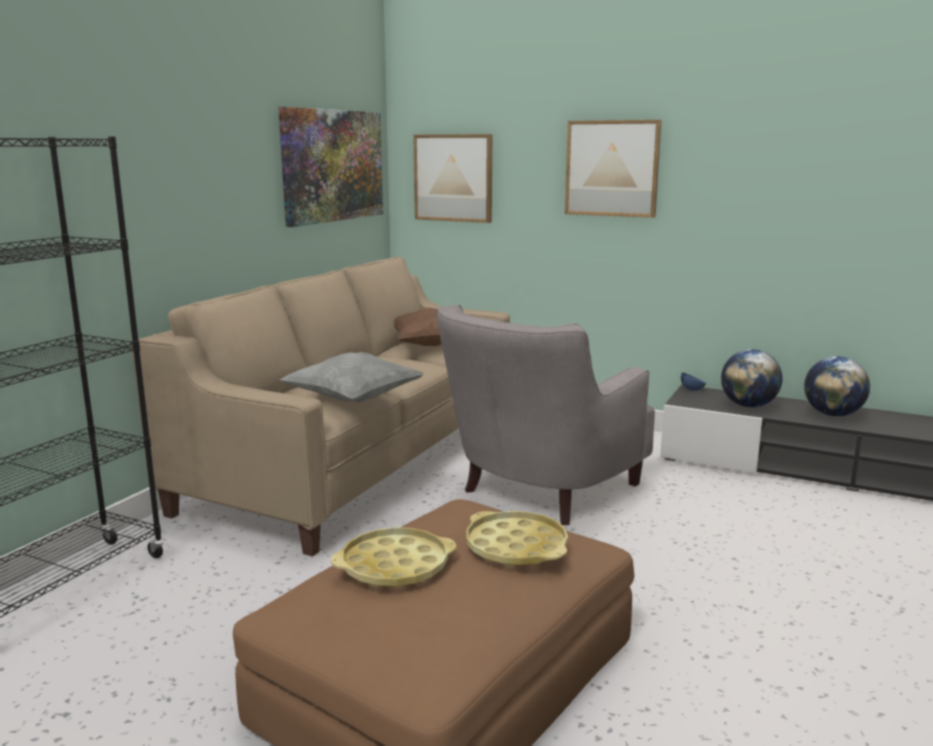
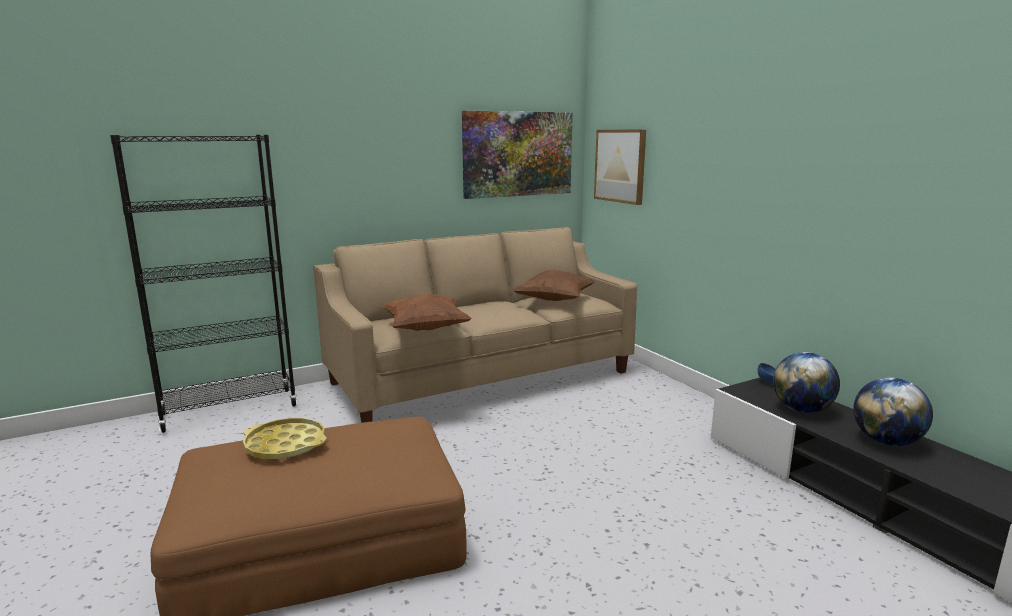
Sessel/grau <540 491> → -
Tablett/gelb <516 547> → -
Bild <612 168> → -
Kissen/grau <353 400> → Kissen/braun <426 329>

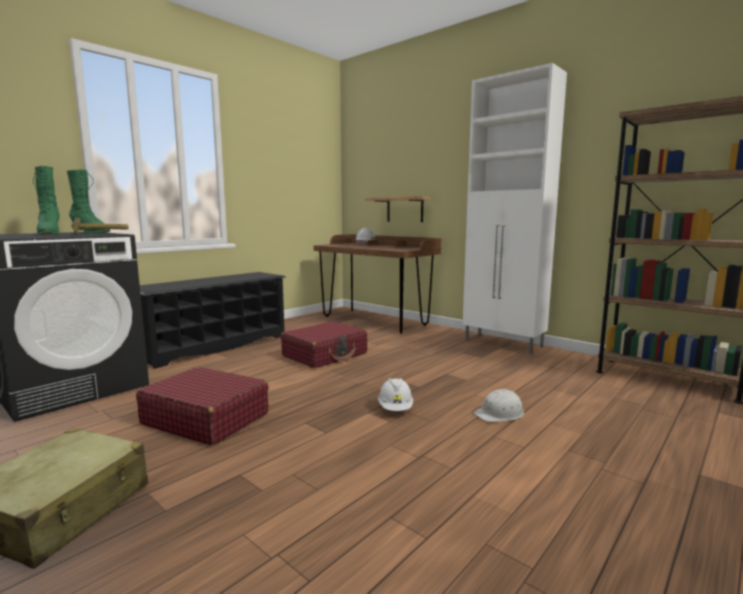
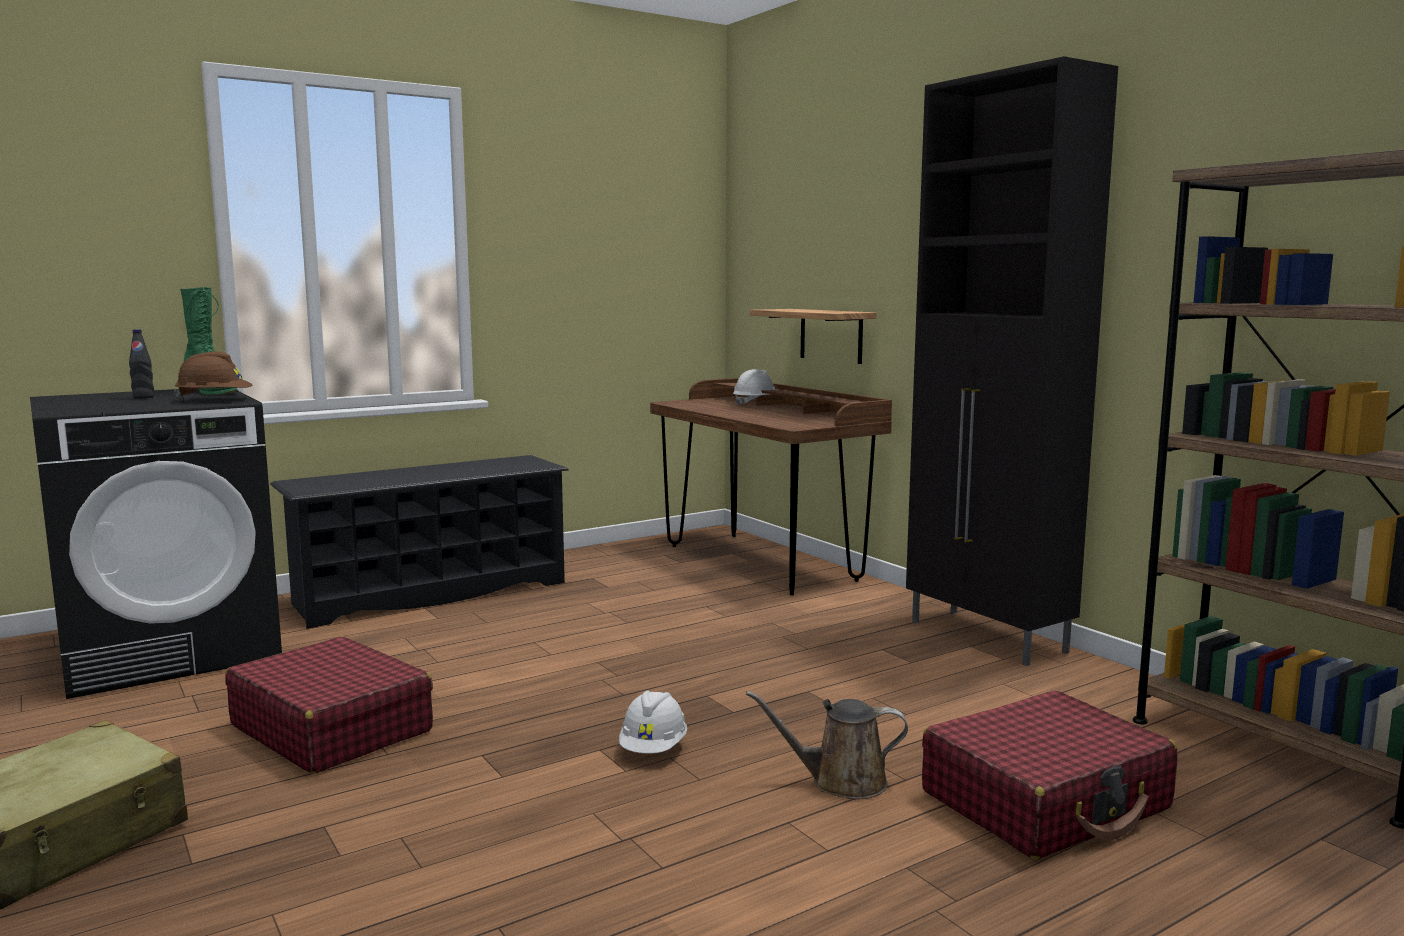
Koffer/rot <325 355> → Koffer/rot <1046 801>, shifted
Stiefel/grün <49 234> → Flasche/schwarz <143 397>
Hammer <101 234> → Schutzhelm/braun <215 400>
Schutzhelm/weiß <500 413> → Gießkanne/braun <840 782>
Schrank/weiß <503 344> → Schrank/schwarz <988 637>

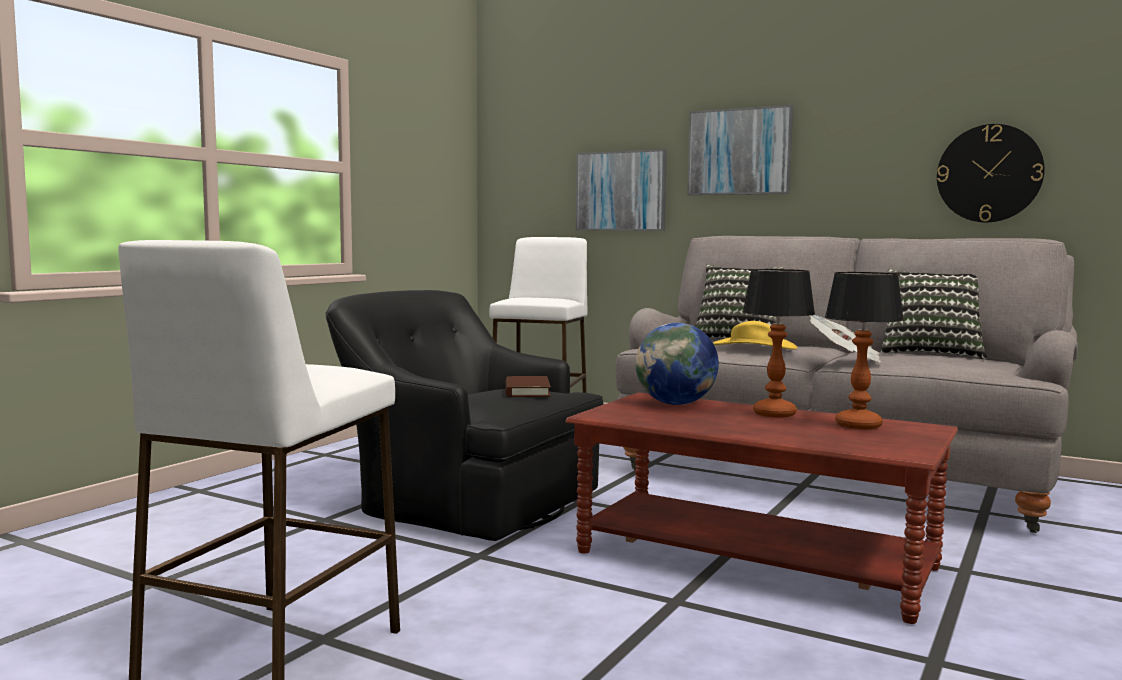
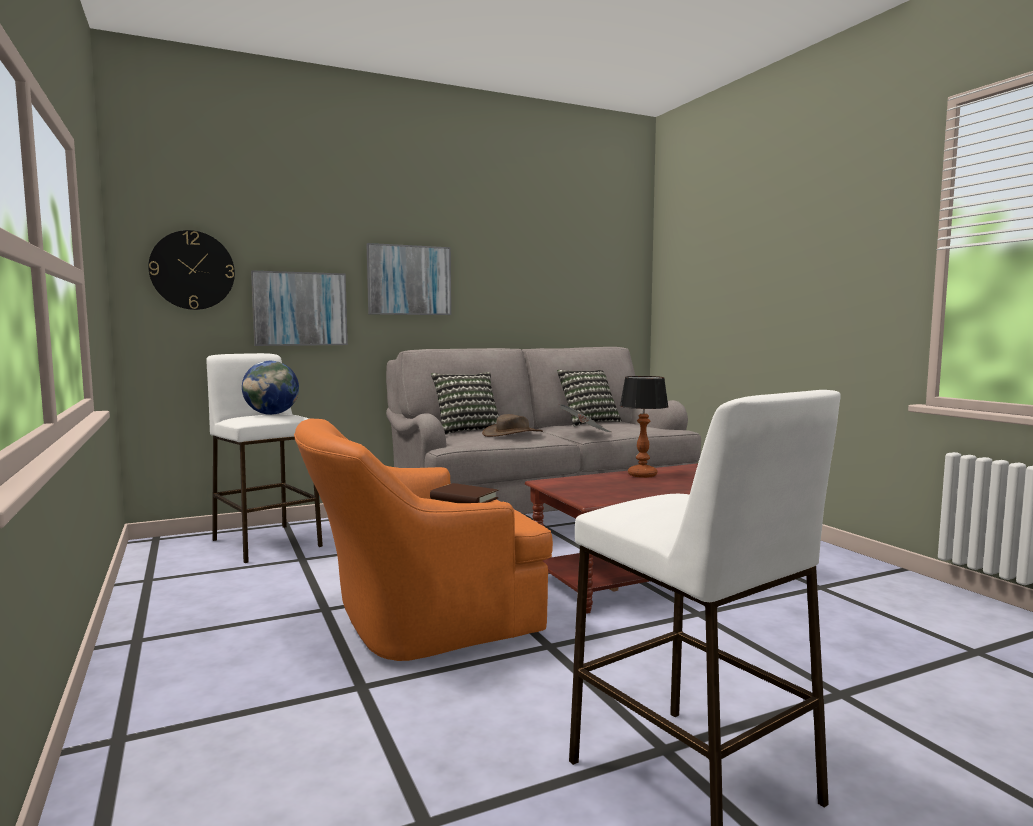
Tischlampe <857 425> → -
Globus <676 404> → Globus <272 414>, shifted
Wanduhr <989 173> → Wanduhr <192 270>, shifted
Sessel/schwarz <464 503> → Sessel/orange <418 619>
Hut/gelb <753 347> → Hut/braun <512 434>

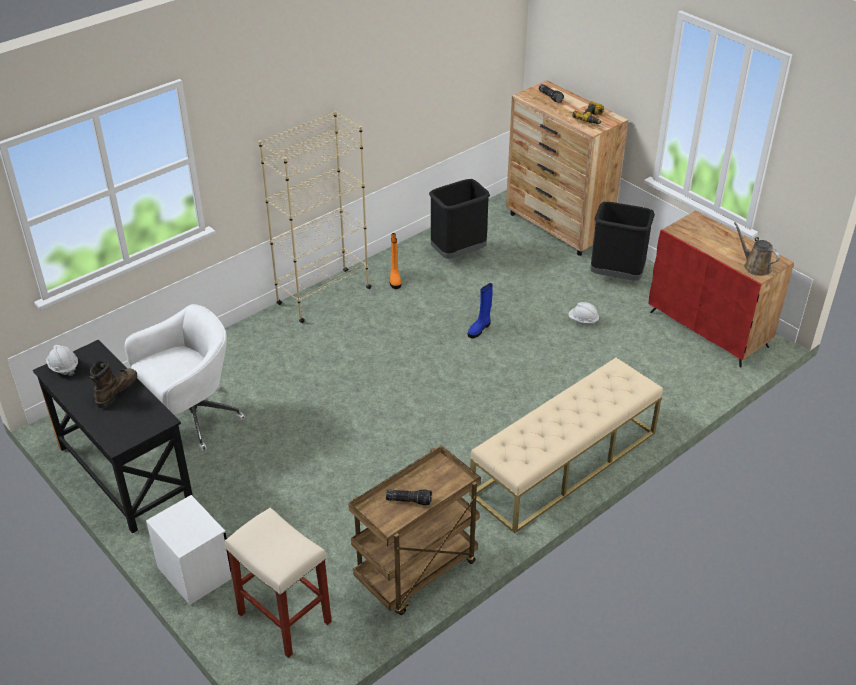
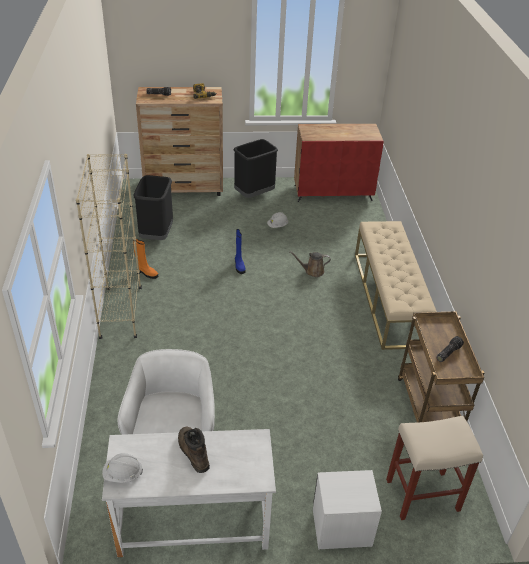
Gießkanne/braun <755 266> → Gießkanne/braun <312 271>, shifted
Schreibtisch/schwarz <124 473> → Schreibtisch/weiß <193 523>

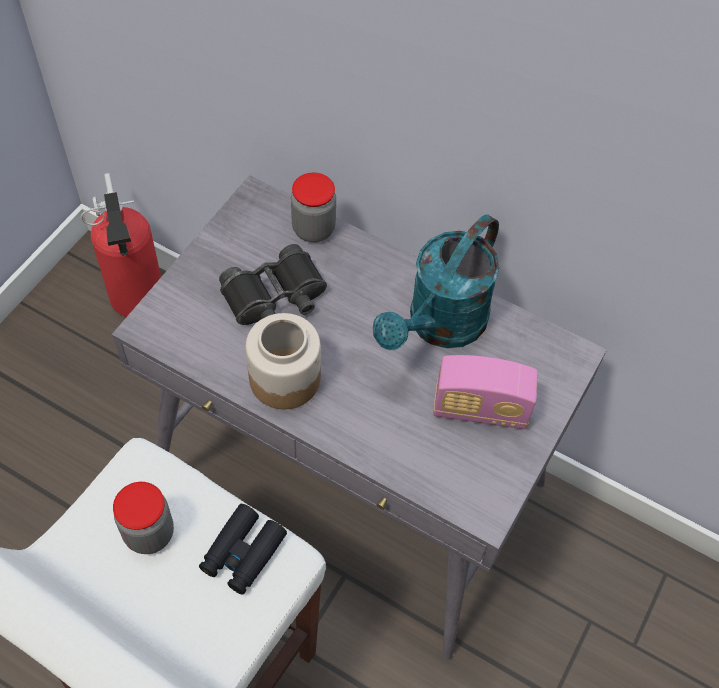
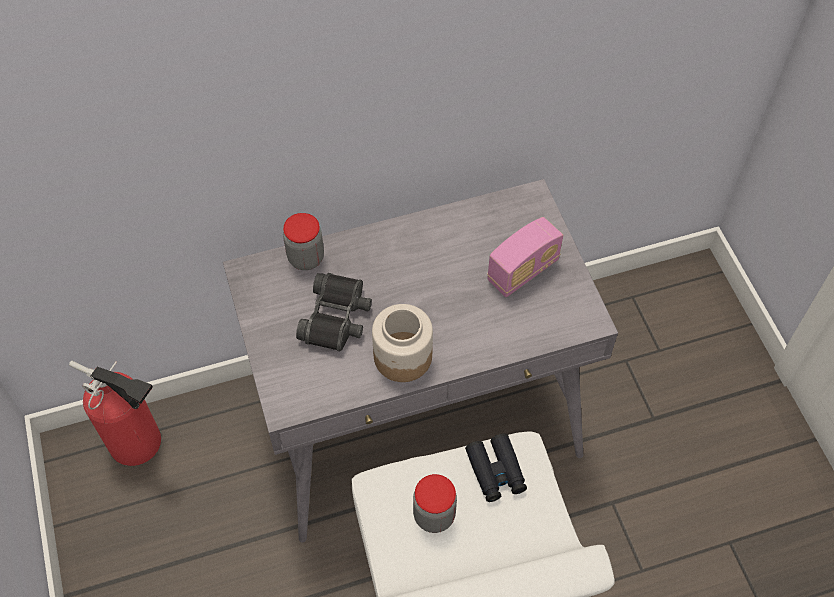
Gießkanne/türkis <439 326> → -

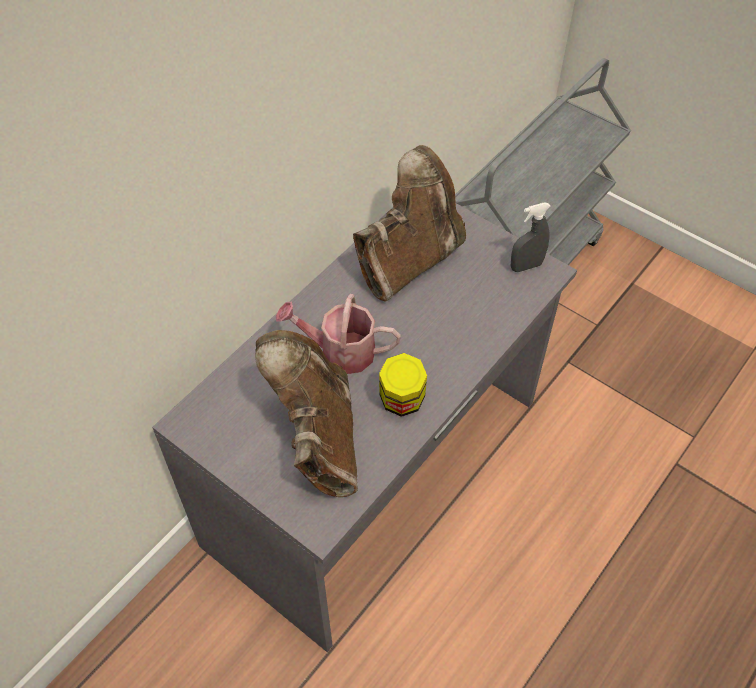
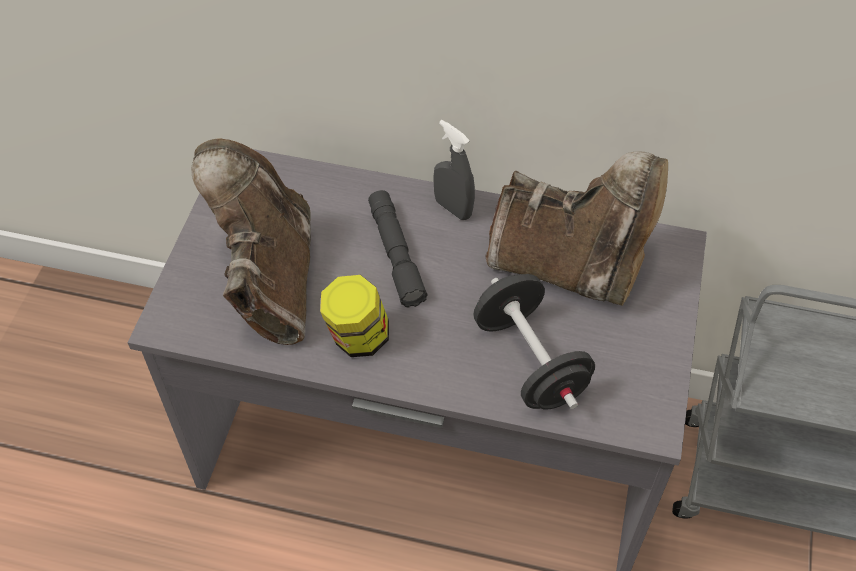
- → Hantel/schwarz <529 361>
Sprühflasche/grau <526 266> → Sprühflasche/grau <453 208>, shifted
Gießkanne <340 351> → Taschenlampe/grau <396 254>
Stiefel/braun <318 440> → Stiefel/braun <269 281>, 60 degrees counterclockwise

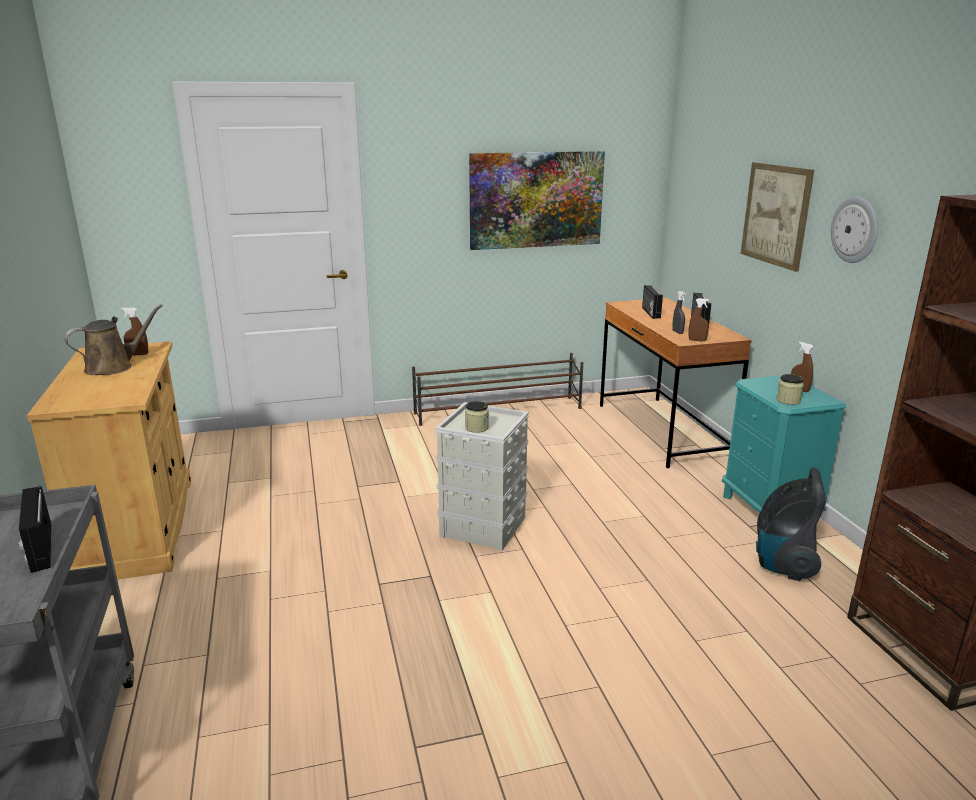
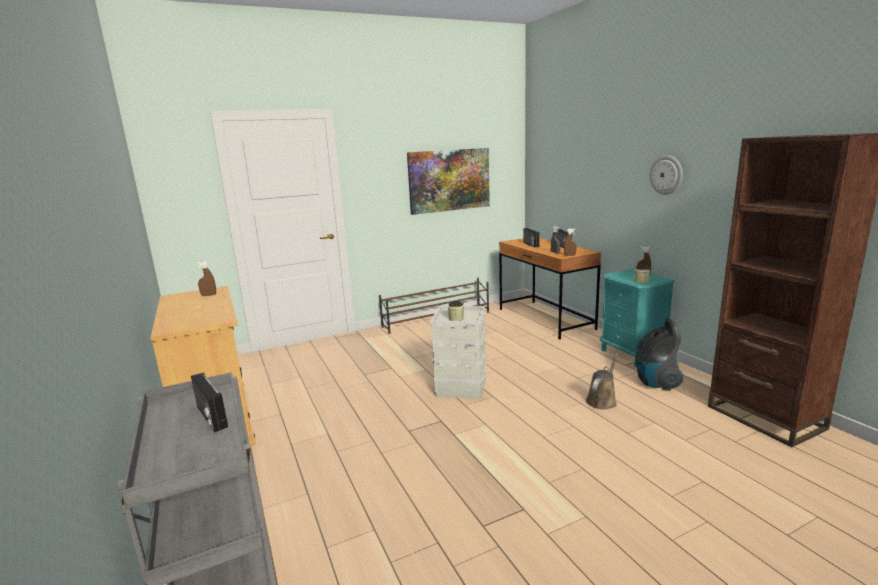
Bild <776 215> → -
Gießkanne/braun <113 367> → Gießkanne/braun <602 400>, shifted

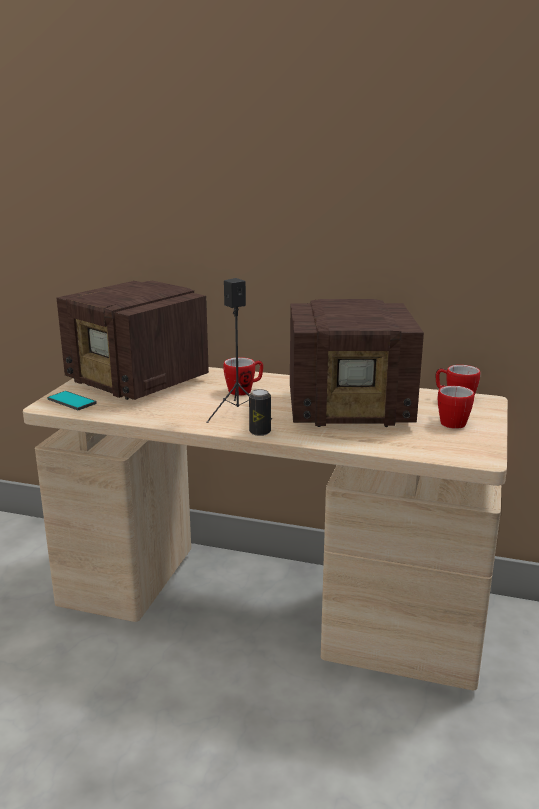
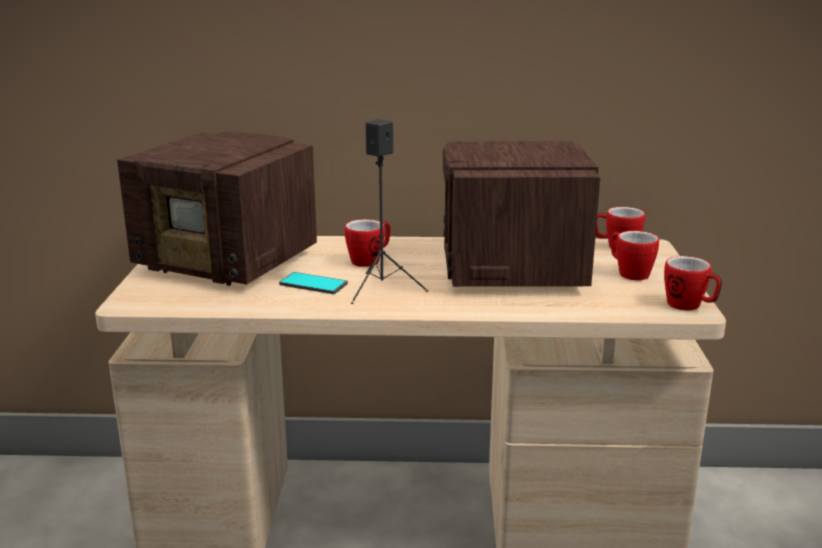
Dose <260 432> → -
- → Henkelbecher <690 306>
Handy <72 401> → Handy <313 284>, shifted
Radio <351 410> → Radio <512 271>, 105 degrees clockwise

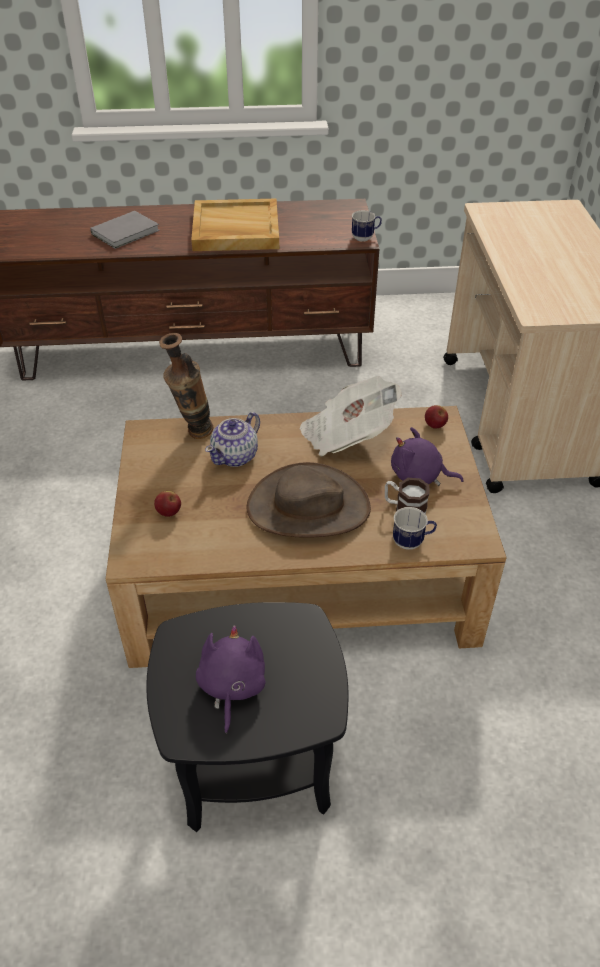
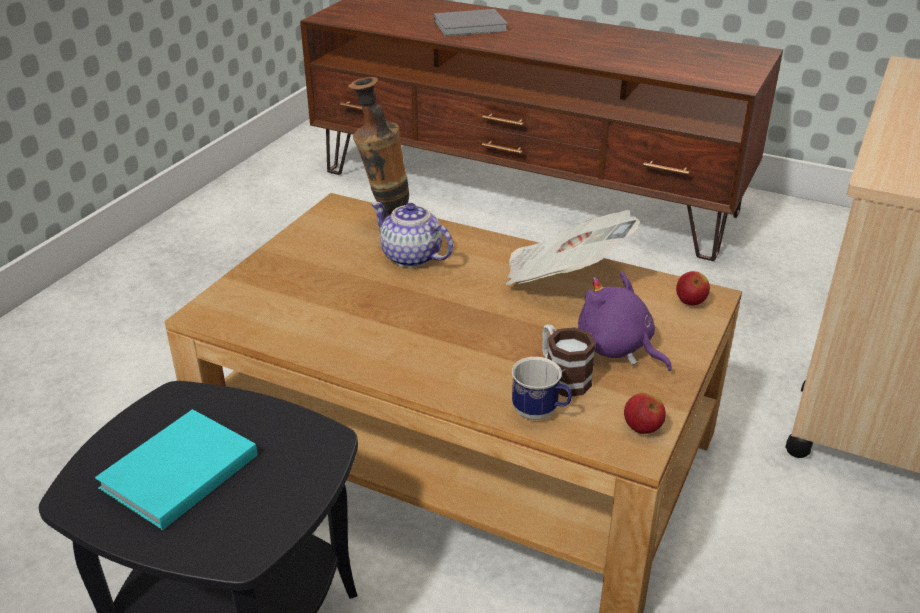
Tablett/beige <235 230> → -
Hut/braun <308 507> → -
Henkelbecher <365 238> → -
Apfel <169 512> → Apfel <642 429>, shifted
Plüschtier/lila <231 687> → Buch/türkis <175 473>
Teekanne <235 456> → Teekanne <412 257>, 60 degrees clockwise

